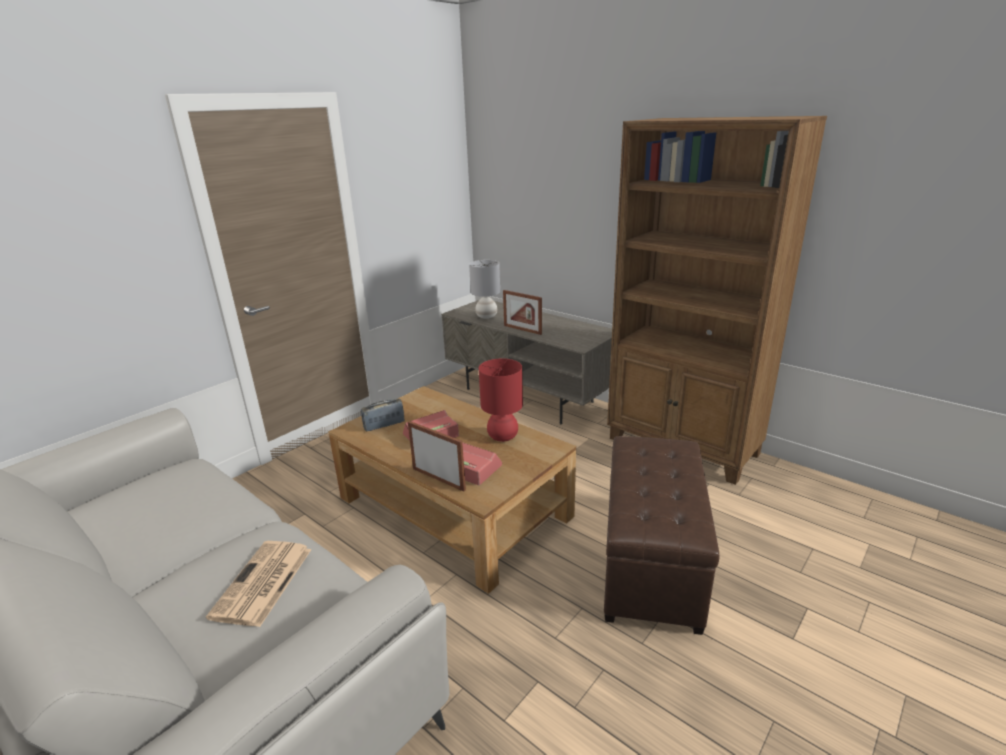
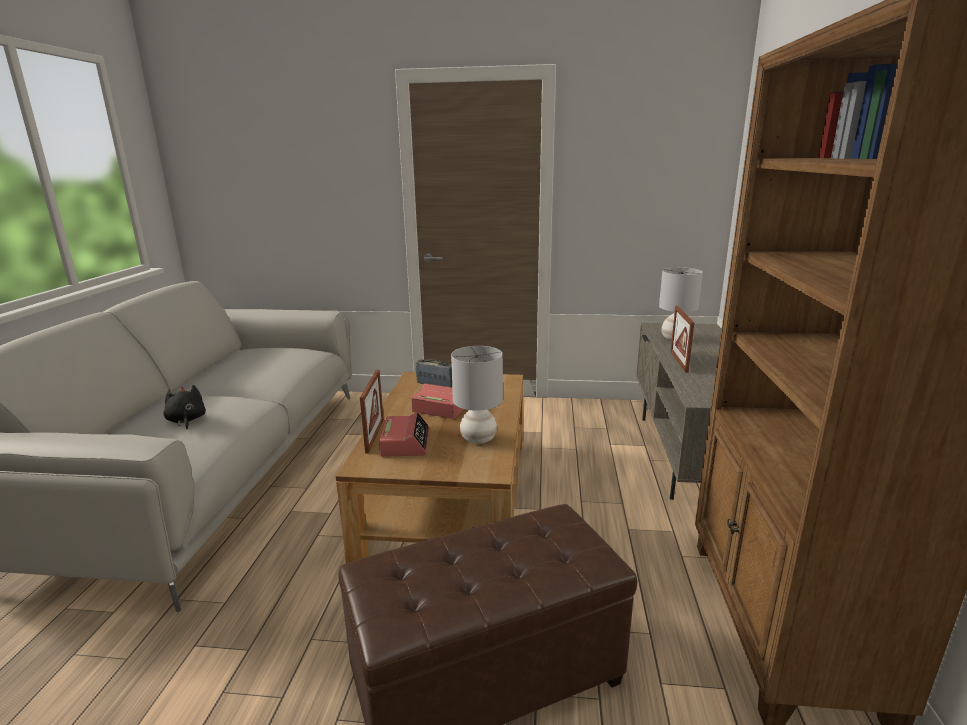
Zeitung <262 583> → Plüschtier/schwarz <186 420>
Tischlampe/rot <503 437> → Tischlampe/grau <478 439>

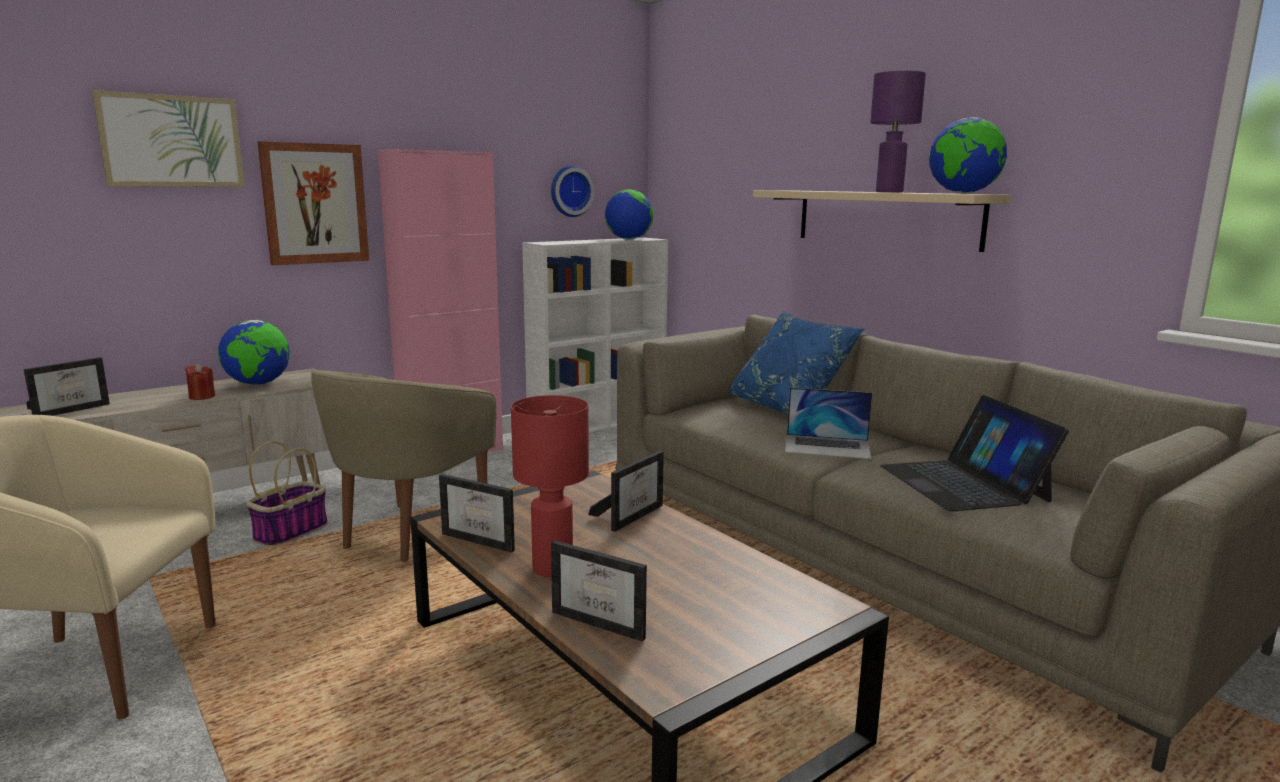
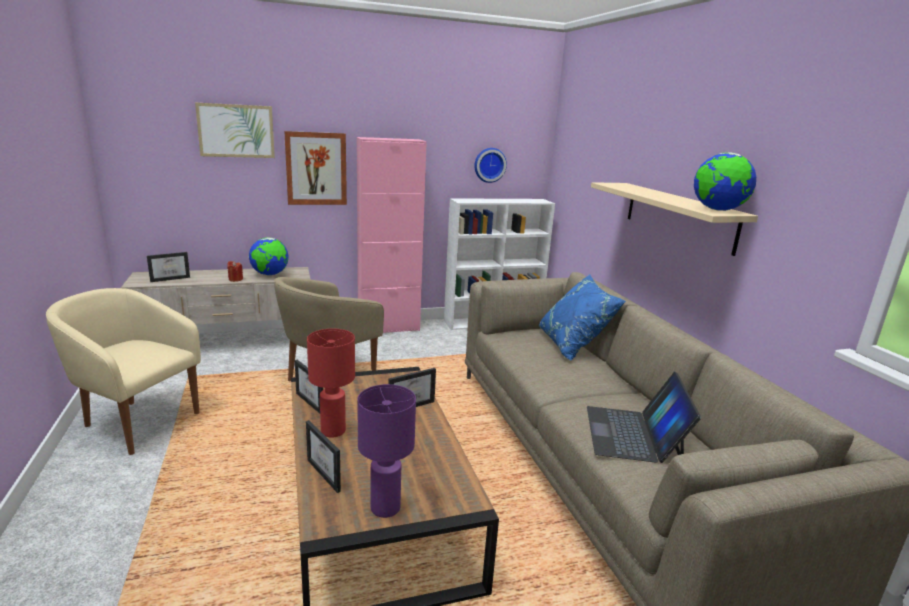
Korb <291 532> → -
Globus <629 239> → -
Laptop <827 446> → -
Tischlampe/lila <890 192> → Tischlampe/lila <386 508>, shifted

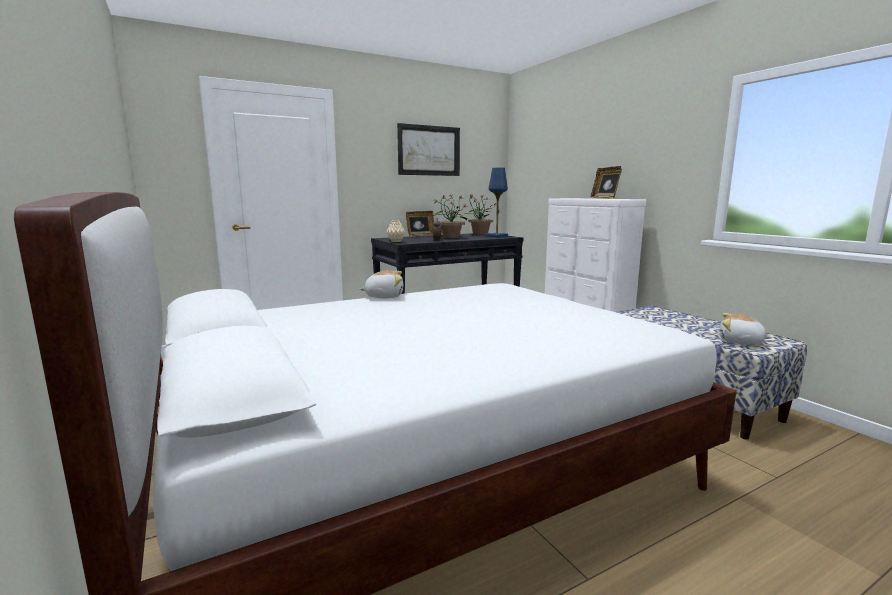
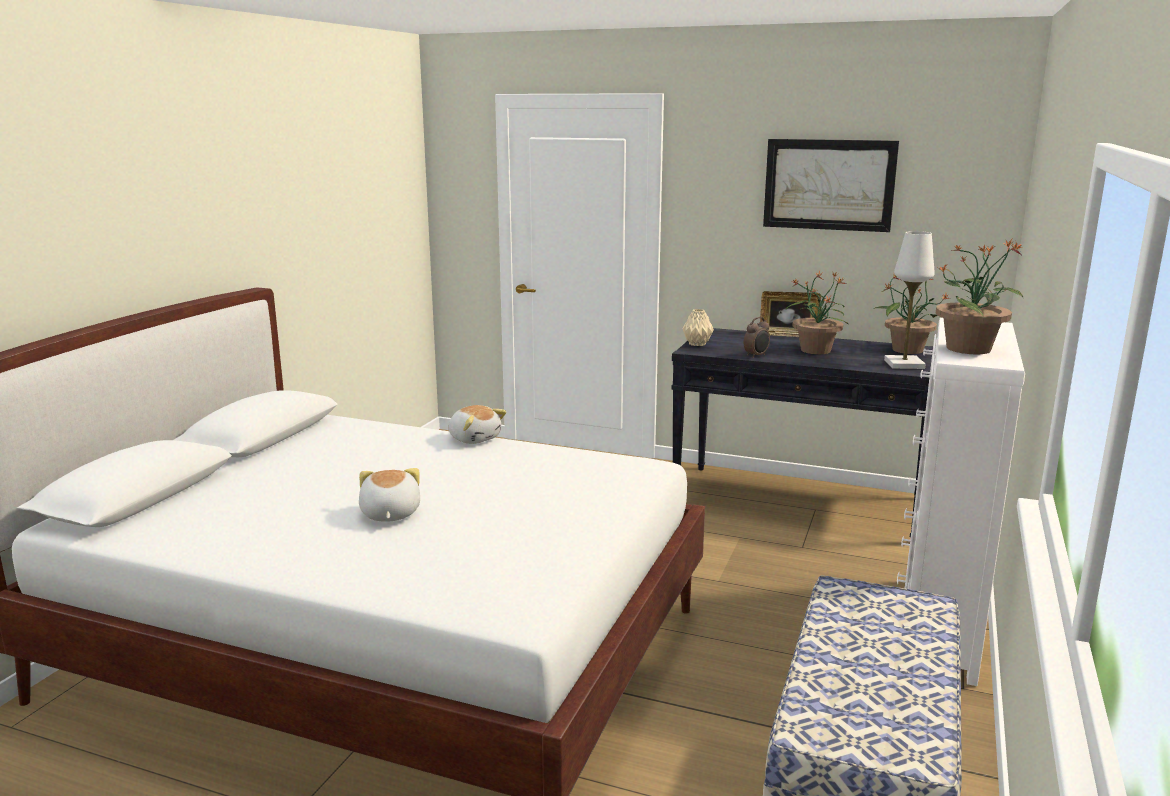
Plüschtier <740 342> → Plüschtier <389 514>, shifted
Bilderrahmen <605 198> → Topfpflanze <970 349>
Tischlampe/blau <496 236> → Tischlampe/weiß <904 364>

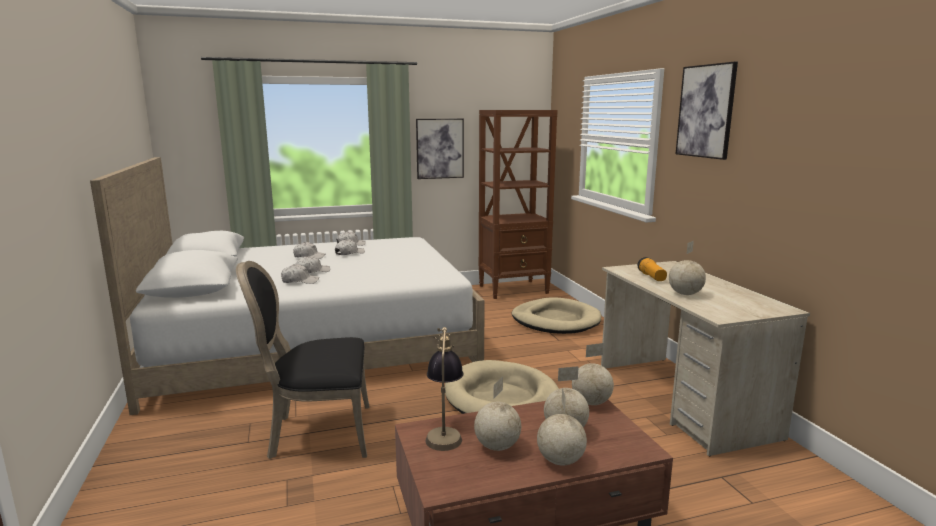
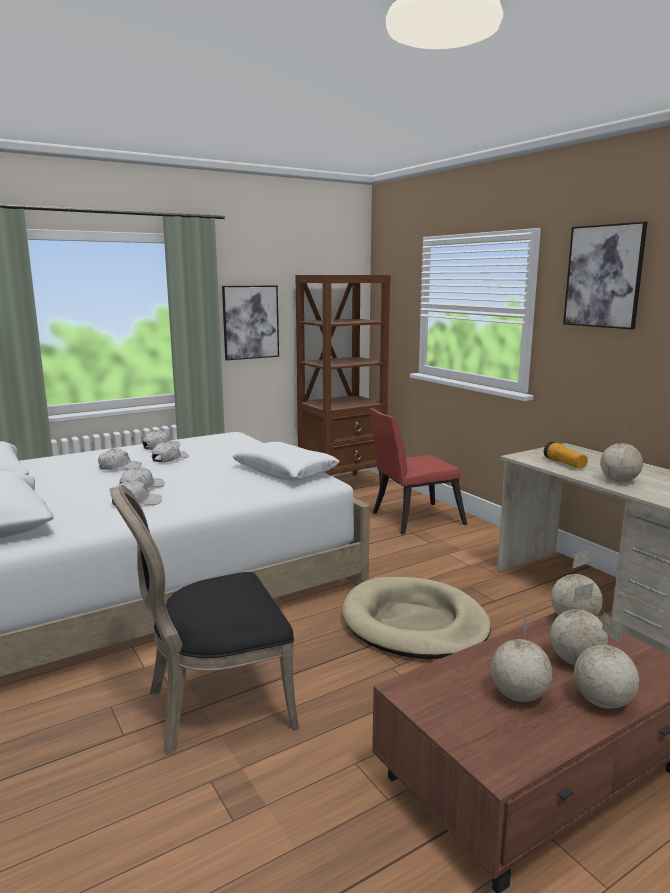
Tischlampe <444 431> → -
- → Kissen/weiß <285 471>
Hundebett/beige <555 320> → Stuhl/rot <412 519>

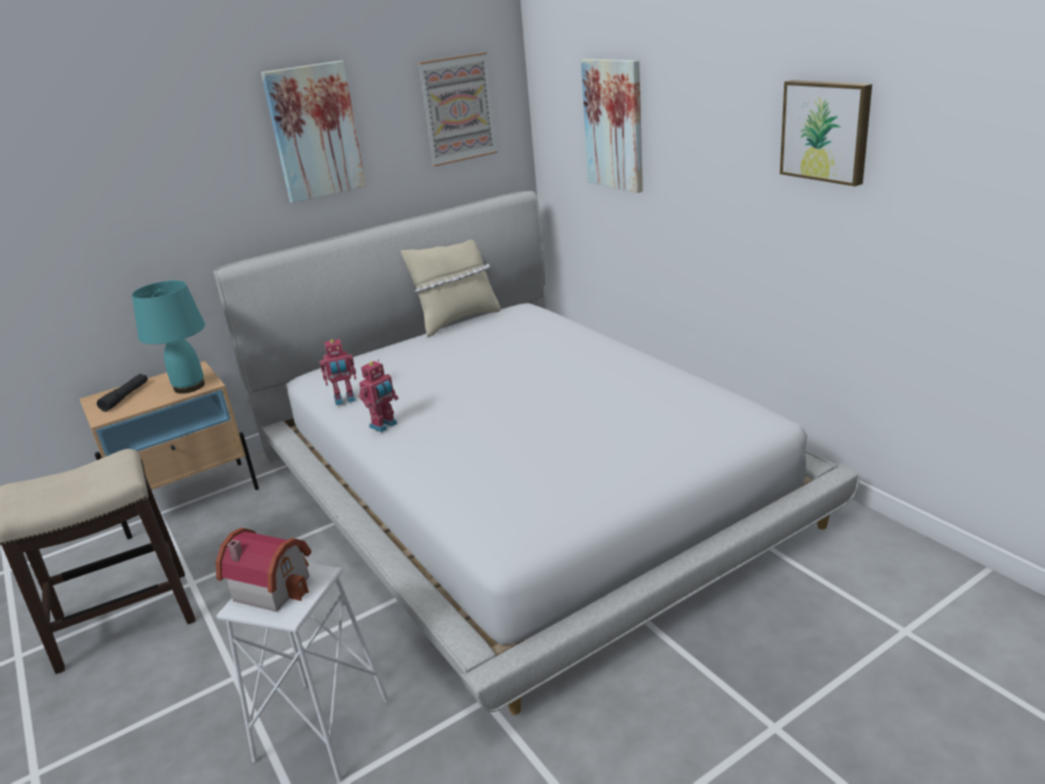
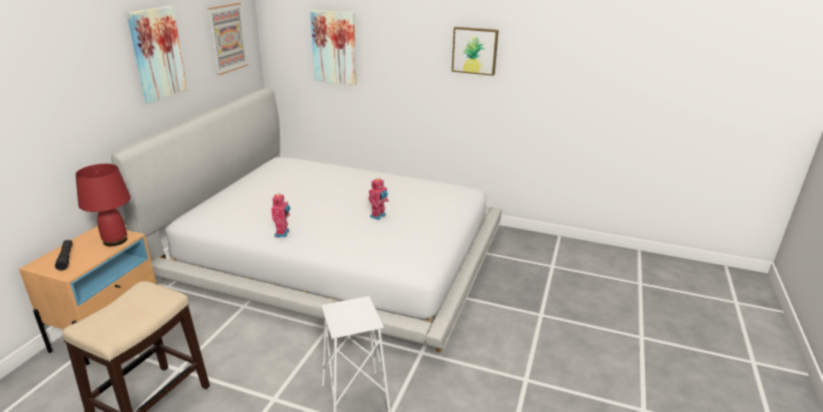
Spielzeughaus <273 585> → -
Kissen/beige <457 320> → -
Spielzeugroboter <345 400> → Spielzeugroboter <378 216>, shifted
Tischlampe/türkis <188 387> → Tischlampe/rot <115 241>

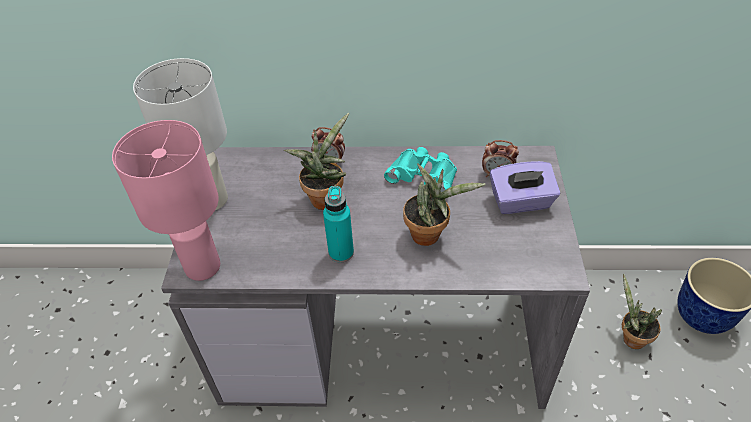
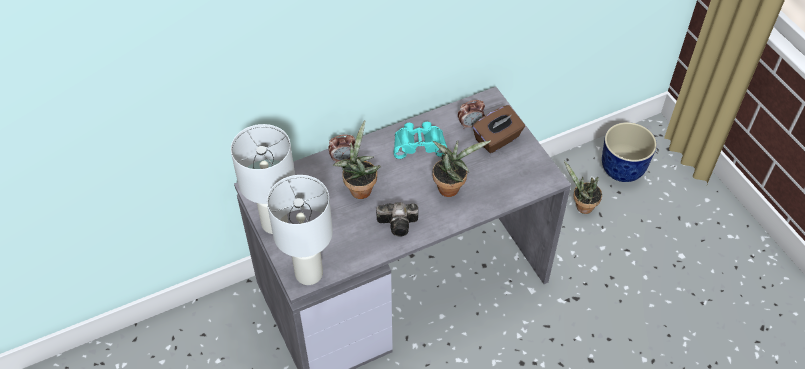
Flasche/türkis <341 252> → Kamera <399 224>
Tischlampe/rosa <203 266> → Tischlampe/weiß <309 272>
Taschentuchbox/lila <521 202> → Taschentuchbox/braun <497 139>

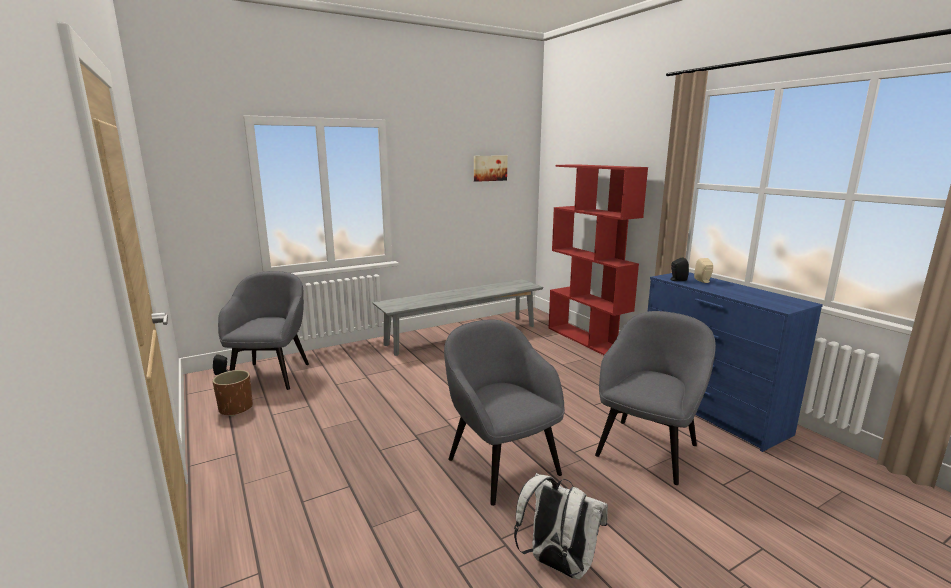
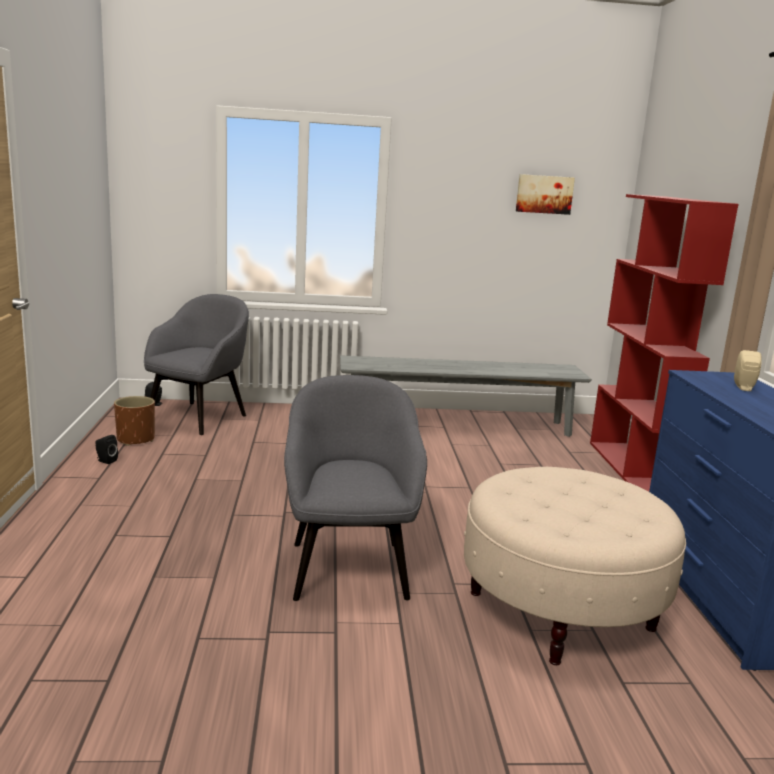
Rucksack/weiß <557 564> → -
Lautsprecher/schwarz <677 280> → Lautsprecher/schwarz <105 461>, shifted
Sessel/grau <647 448> → Polsterhocker/beige <561 610>

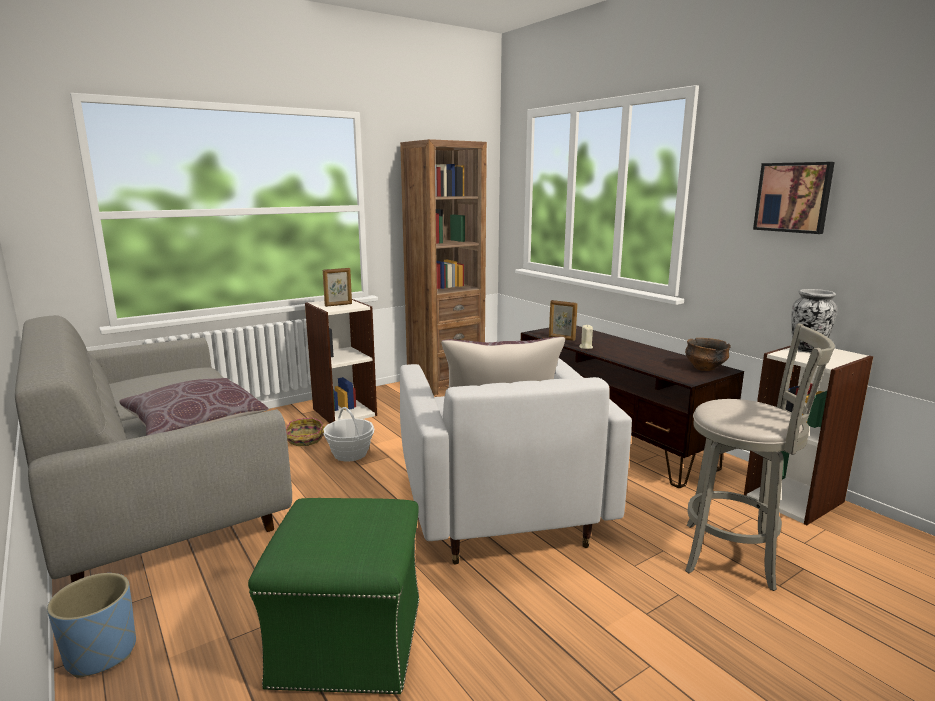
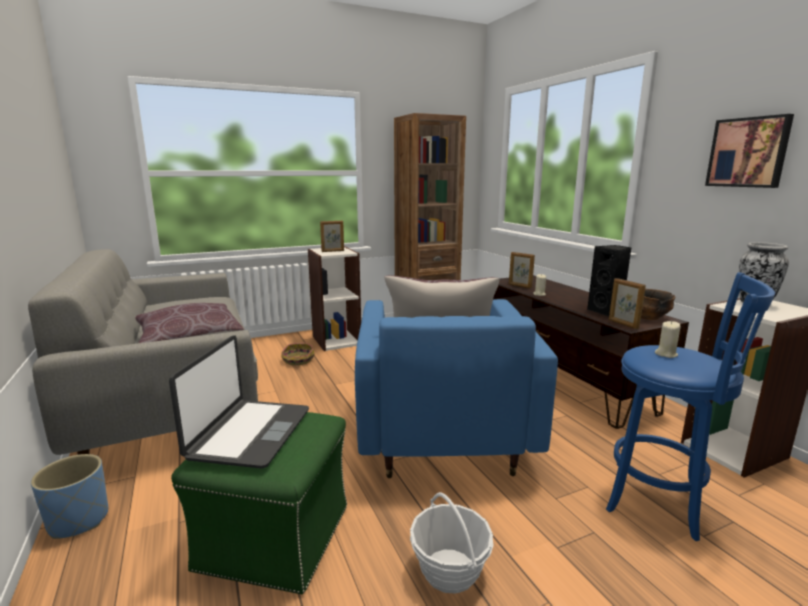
- → Laptop <249 433>
- → Lautsprecher/schwarz <606 311>
- → Bilderrahmen <623 324>
- → Kerze/beige <666 354>
Korb <350 454> → Korb <449 570>, shifted
Sessel/weiß <499 509> → Sessel/blau <442 432>
Hocker/grau <734 556> → Hocker/blau <660 500>

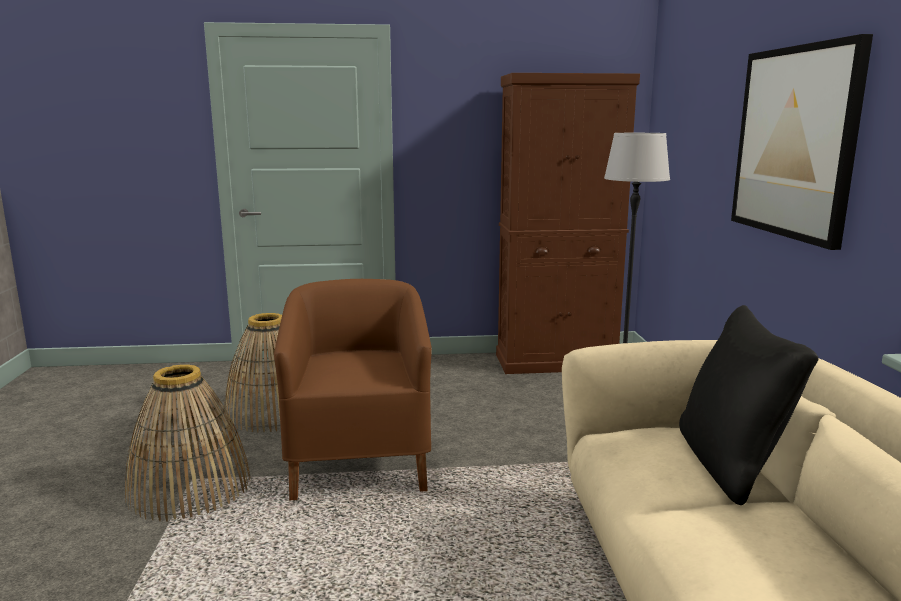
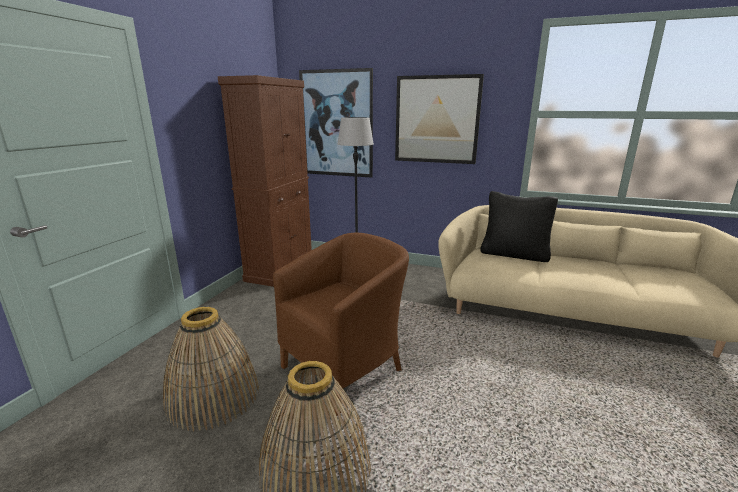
- → Bild <336 124>
Sessel/braun <360 463> → Sessel/braun <345 368>, 120 degrees clockwise

